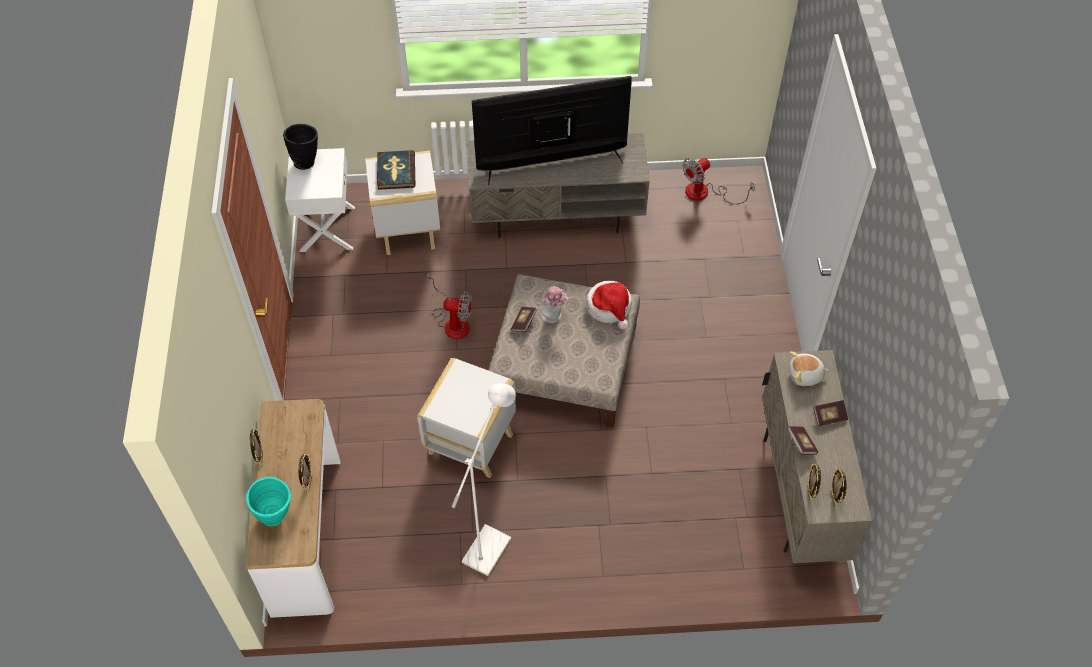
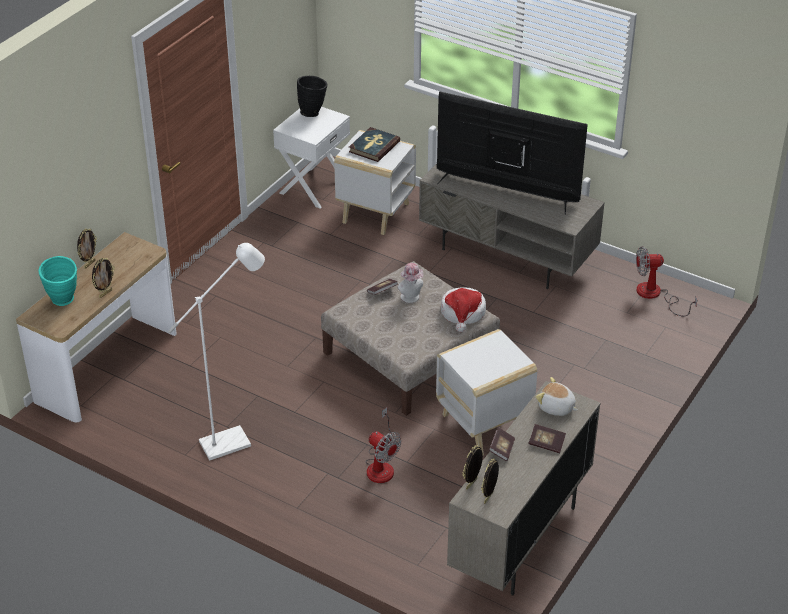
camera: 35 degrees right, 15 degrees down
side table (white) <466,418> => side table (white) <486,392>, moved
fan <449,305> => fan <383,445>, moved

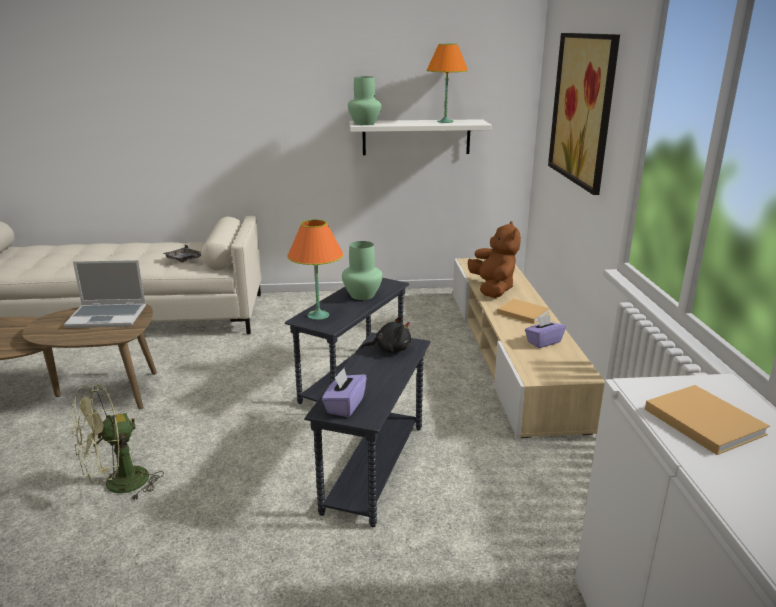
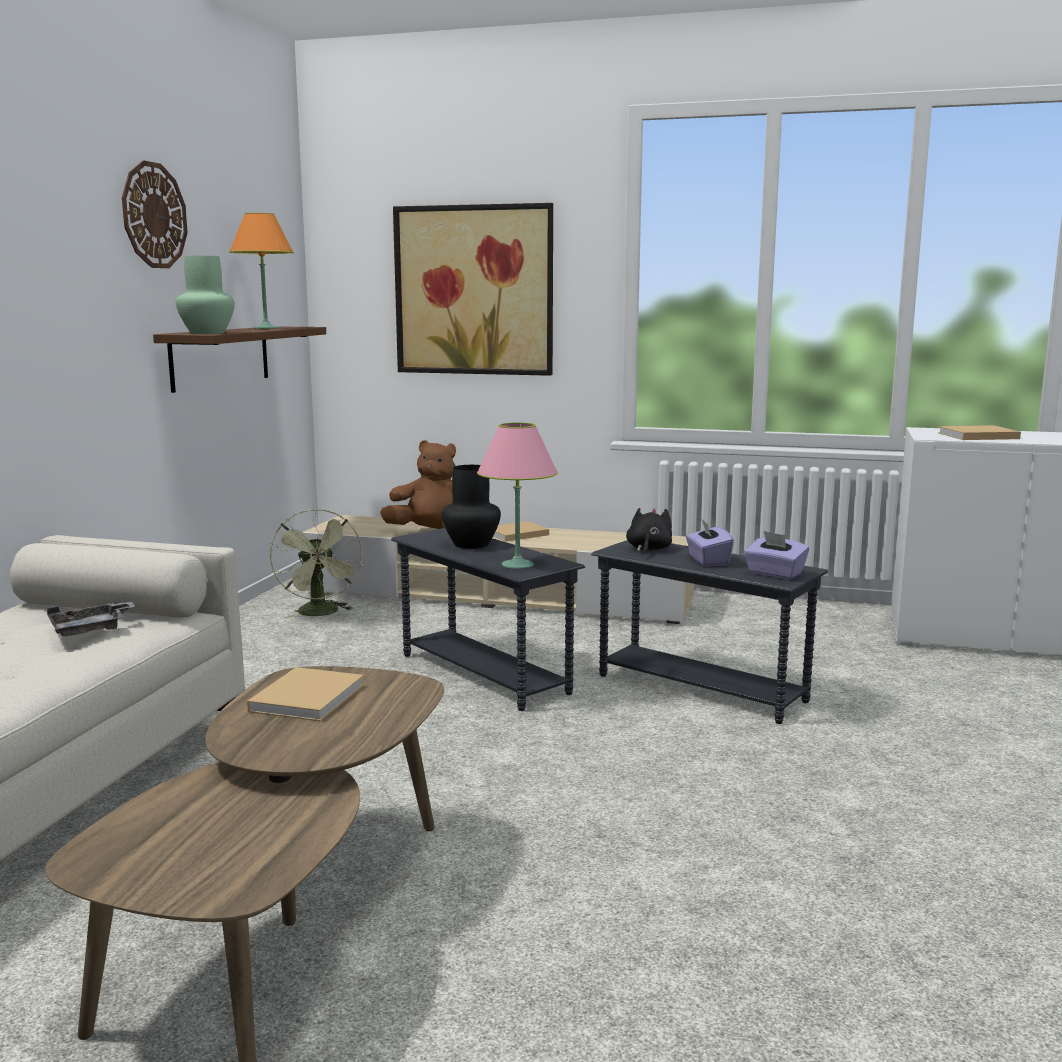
camera: 70 degrees left, 10 degrees down
nothing => wall clock <155,214>
fan (green) <118,442> => fan (green) <316,563>, moved
tissue box (purple) <545,331> => tissue box (purple) <710,542>, moved
laptop <105,294> => book (beige) <305,694>
table lamp (orange) <315,270> => table lamp (pink) <517,496>
vase (green) <362,270> => vase (black) <471,507>
shelf (white) <421,137> => shelf (brown) <239,360>

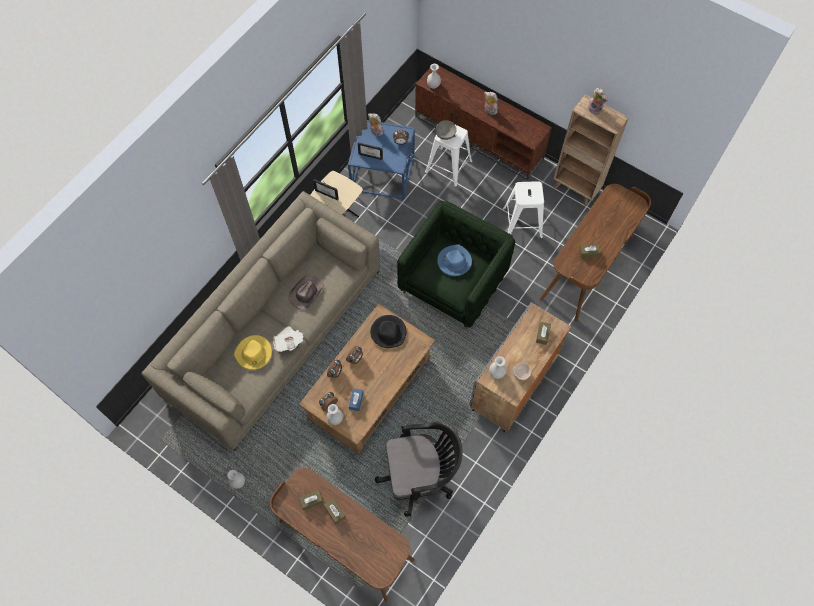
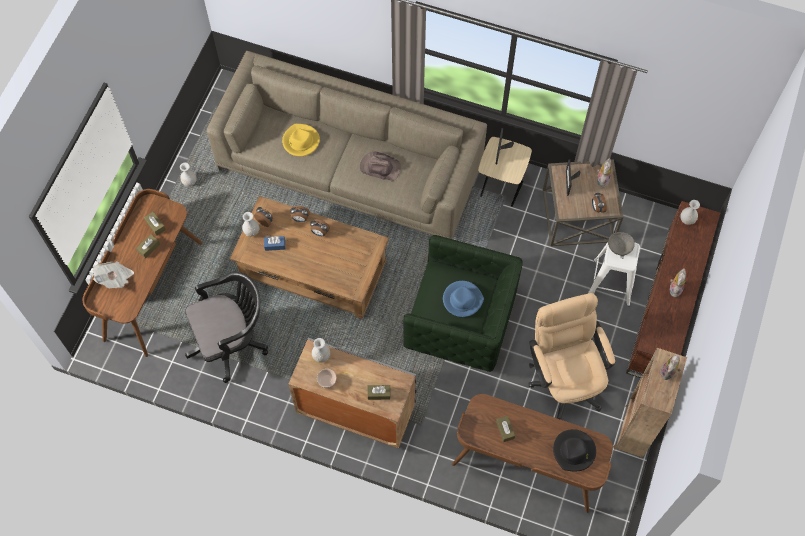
camera: 75 degrees right, 0 degrees up
newspaper <288,339> => newspaper <113,275>, moved
hat (black) <388,331> => hat (black) <574,450>, moved
stool (white) <523,210> => office chair (beige) <572,356>
side table (blue) <381,159> => side table (brown) <583,202>
office chair (black) <419,469> => office chair (black) <226,327>, 90 degrees counterclockwise

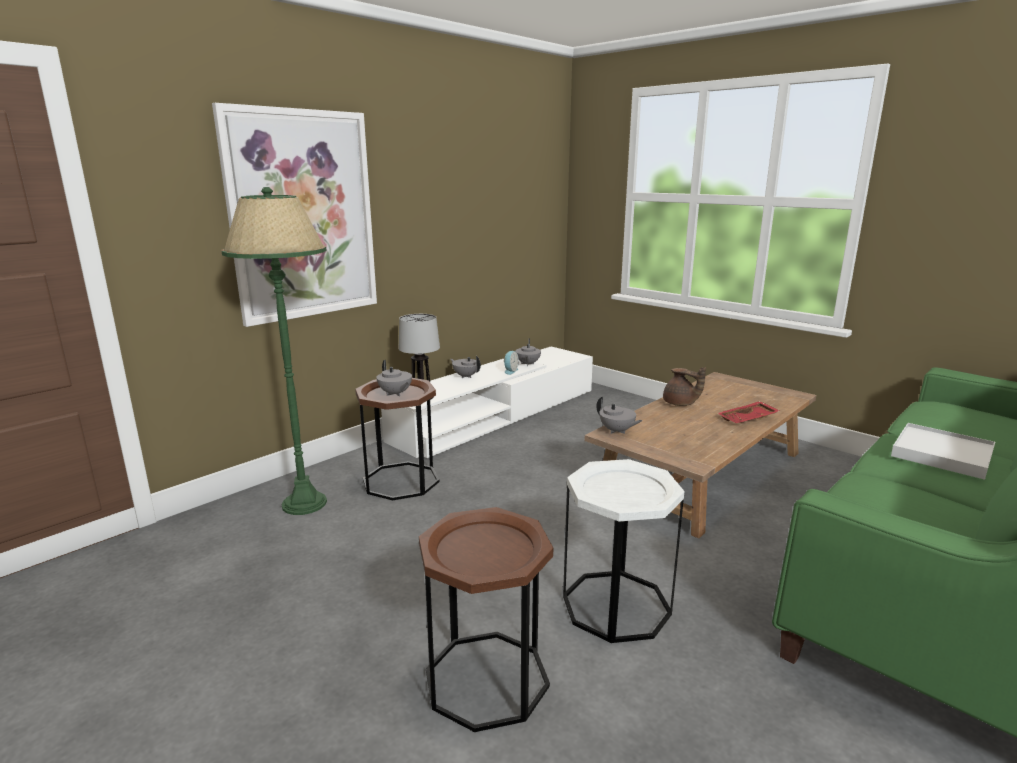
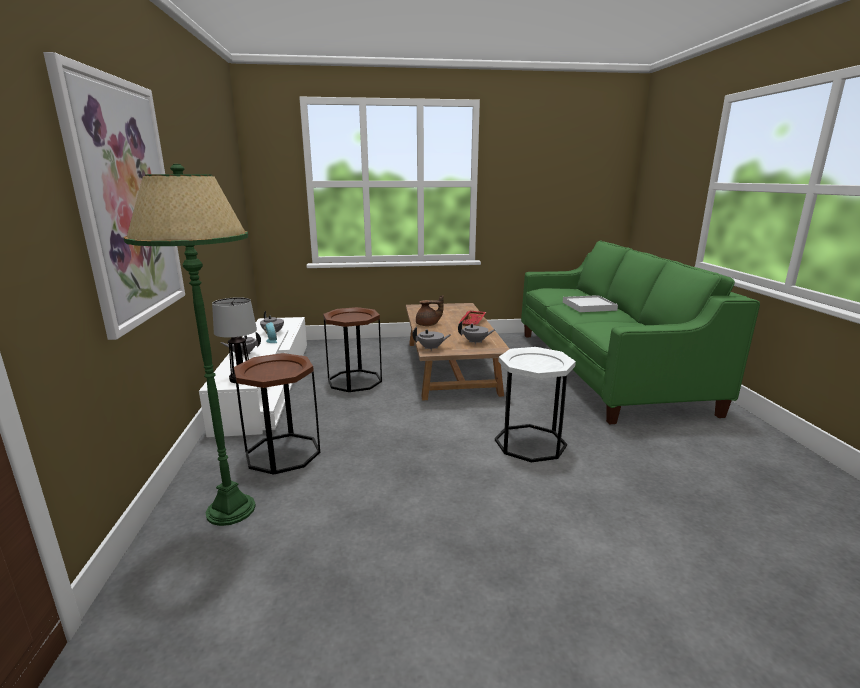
camera: 50 degrees left, 0 degrees up
teapot (grey) <394,378> => teapot (grey) <476,332>, moved
side table (brown) <486,619> => side table (brown) <352,349>, moved

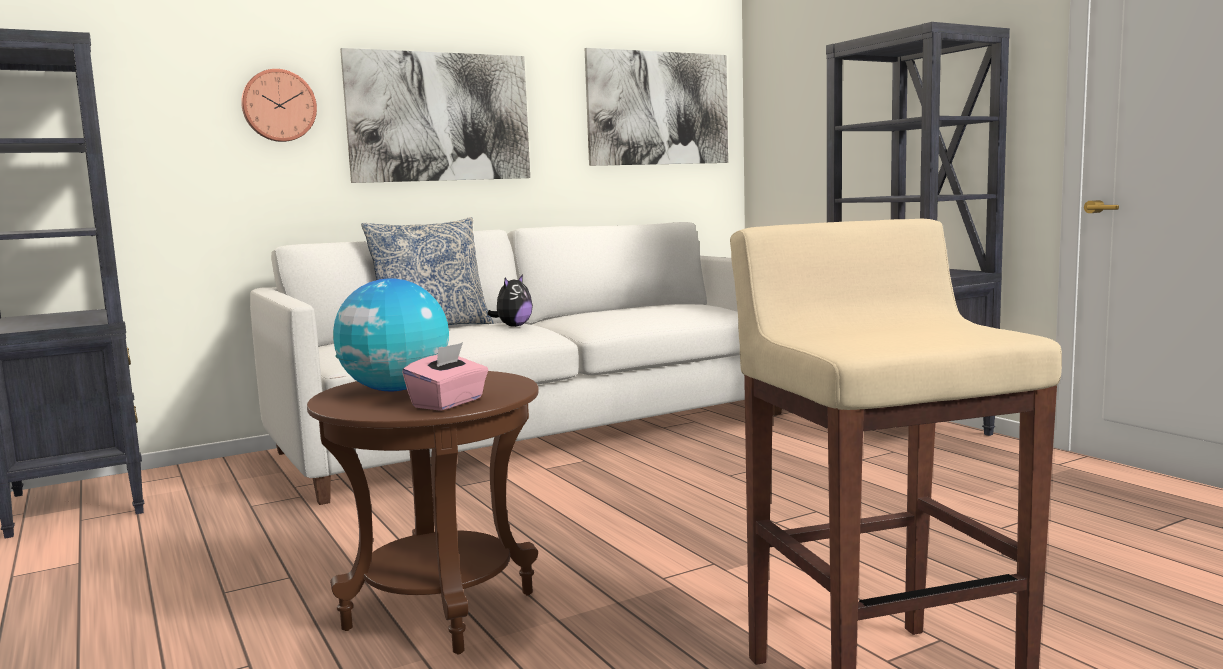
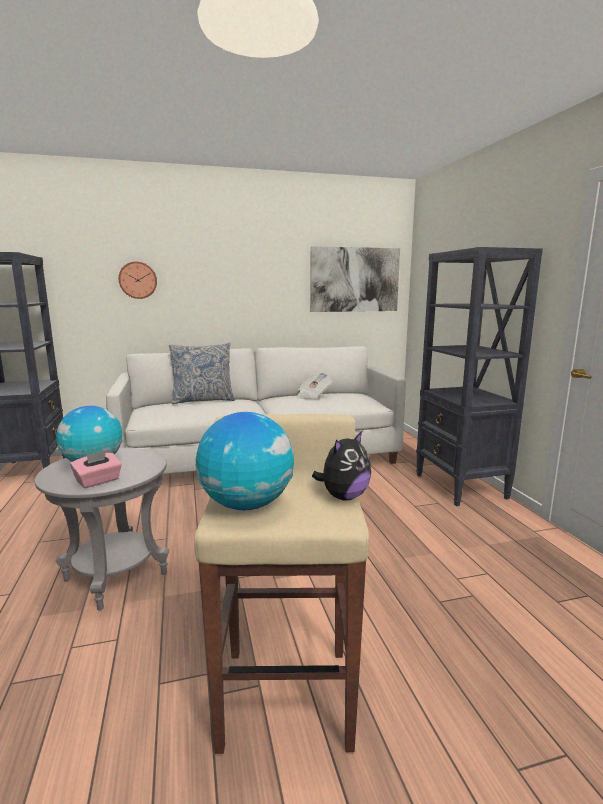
camera: 15 degrees right, 5 degrees up
picture <435,115> => nothing
nothing => globe <245,461>
nothing => newspaper <314,386>
plush toy <510,301> => plush toy <341,466>, moved
side table (brown) <423,512> => side table (grey) <102,529>

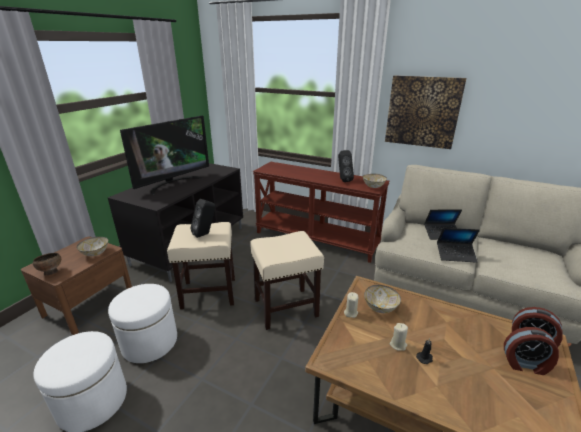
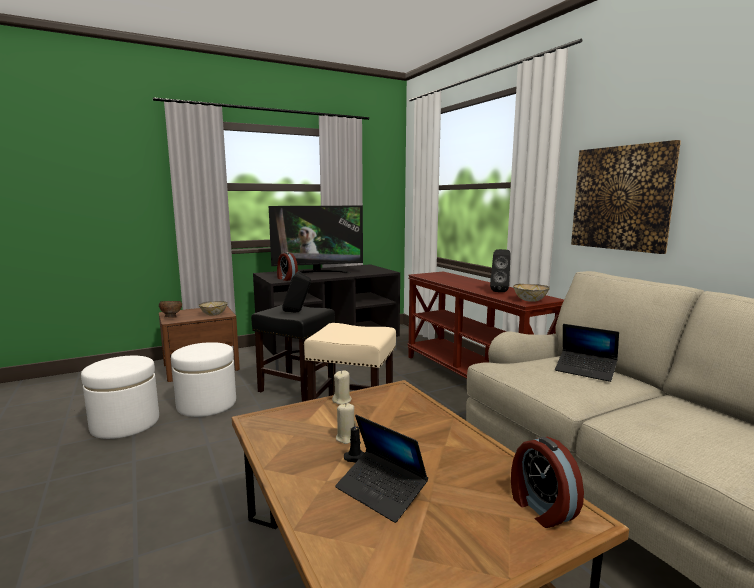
camera: 35 degrees right, 15 degrees down
bowl <382,299> => nothing
laptop <458,245> => laptop <381,469>, moved
alarm clock <531,351> => alarm clock <287,266>, moved
stool (beige) <201,265> => stool (black) <293,353>

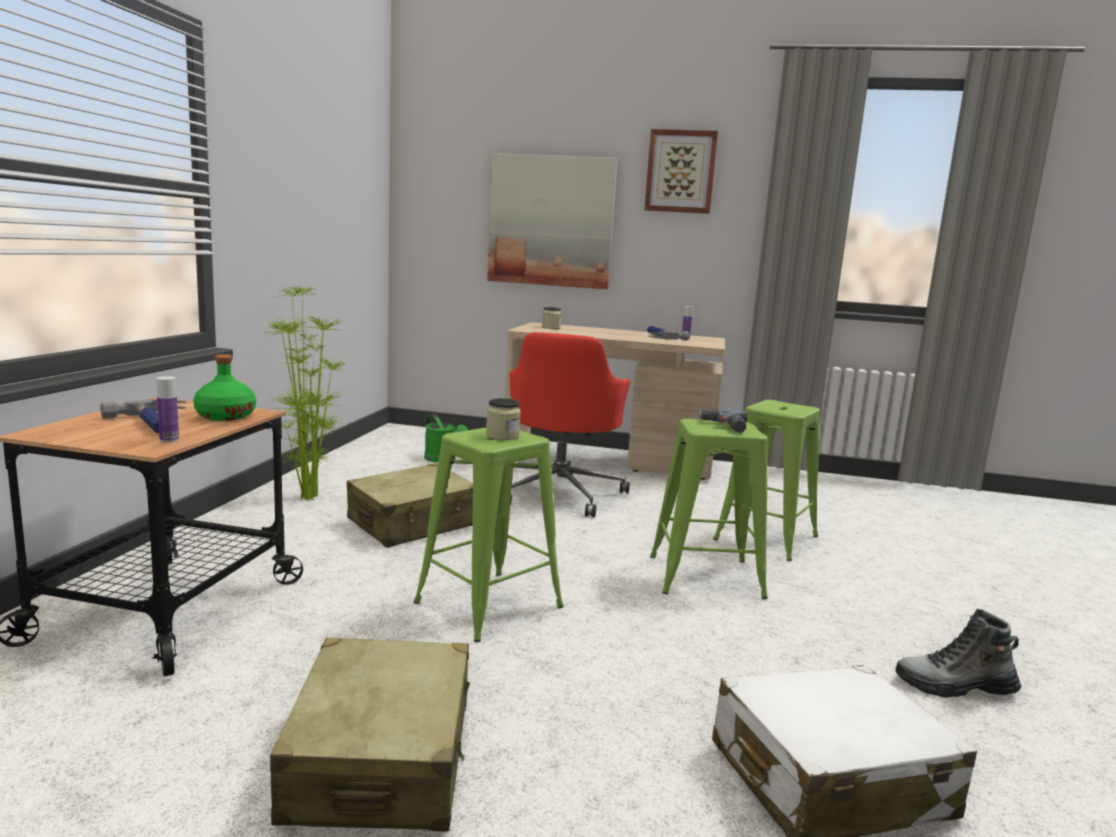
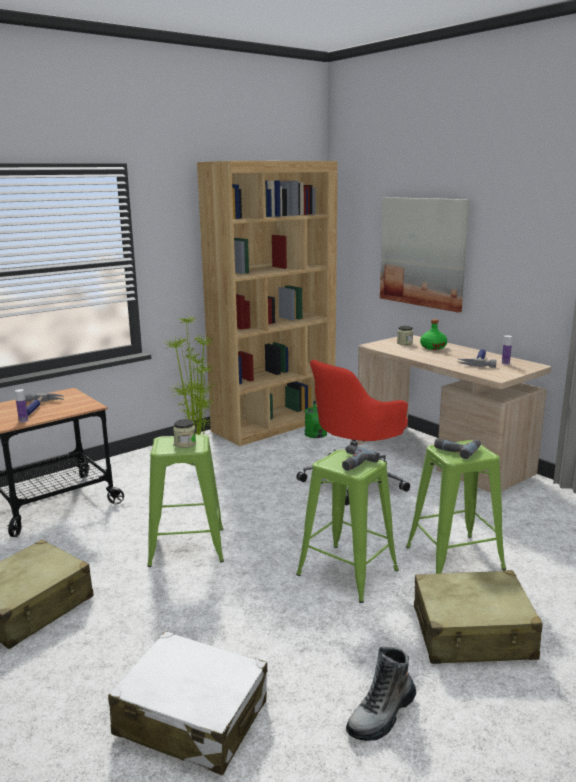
camera: 40 degrees right, 5 degrees up
picture <681,171> => nothing
nothing => bookcase (brown) <267,303>
nothing => power drill <457,448>
bottle (green) <224,387> => bottle (green) <433,334>, moved
suitcase (beige) <410,505> => suitcase (beige) <478,617>, moved
boot <959,653> => boot <381,694>, 90 degrees counterclockwise

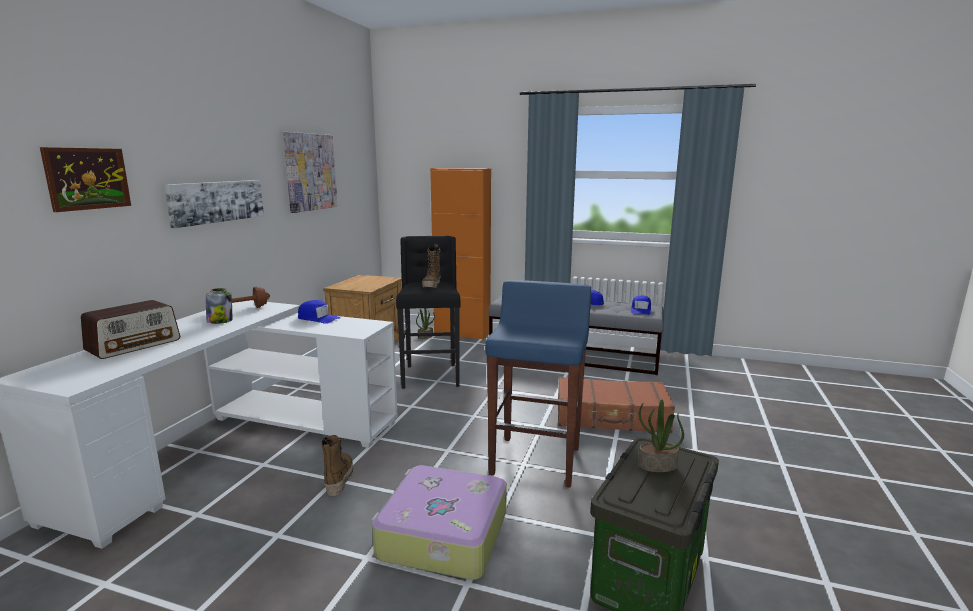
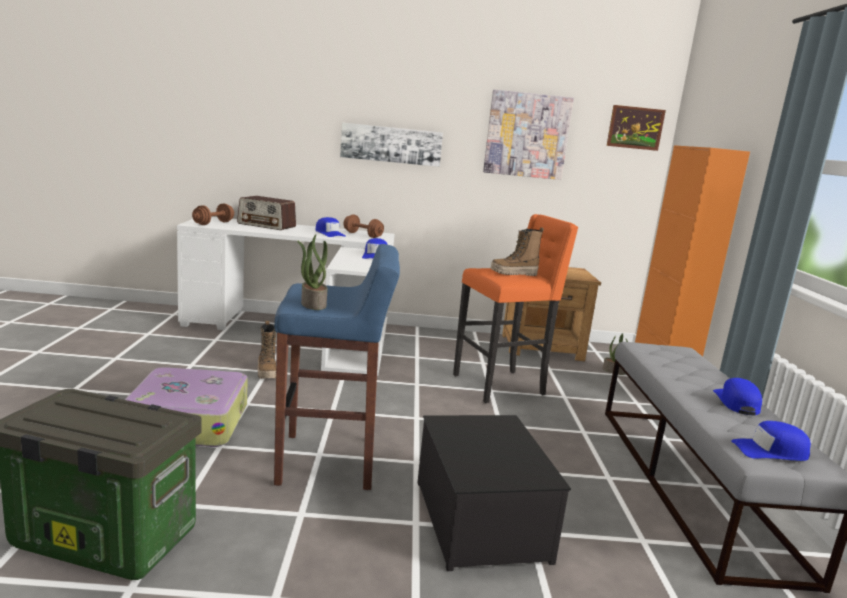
camera: 70 degrees right, 0 degrees up
nothing => dumbbell (brown) <213,214>
picture <85,179> => picture <636,128>, moved
potted plant <661,436> => potted plant <312,272>, moved
jar <219,306> => cap (blue) <330,227>
suitcase (brown) <616,405> => storage box <494,493>
stool (black) <428,312> => stool (orange) <515,308>
boot <337,465> => boot <266,350>, 90 degrees clockwise

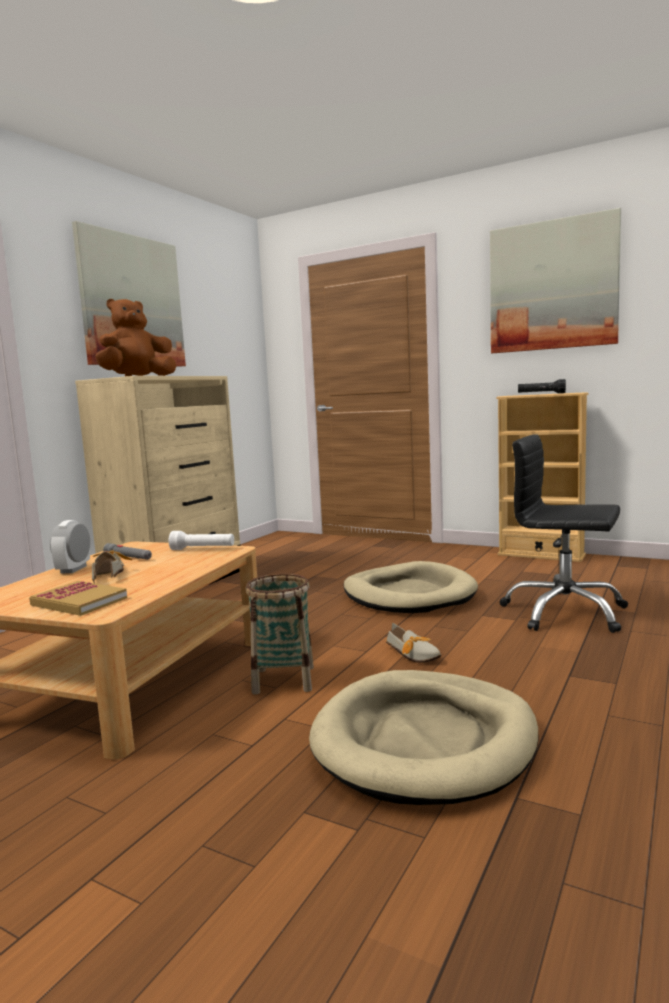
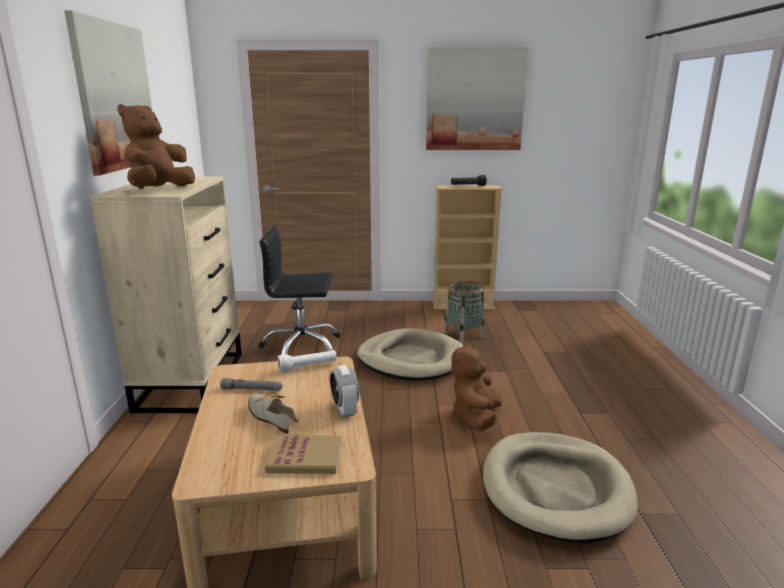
camera: 30 degrees left, 10 degrees up
alarm clock <70,546> => alarm clock <344,391>, moved
basket <280,634> => basket <464,312>, moved
office chair (black) <564,533> => office chair (black) <299,290>, moved
shoe <413,643> => plush toy (brown) <477,386>

